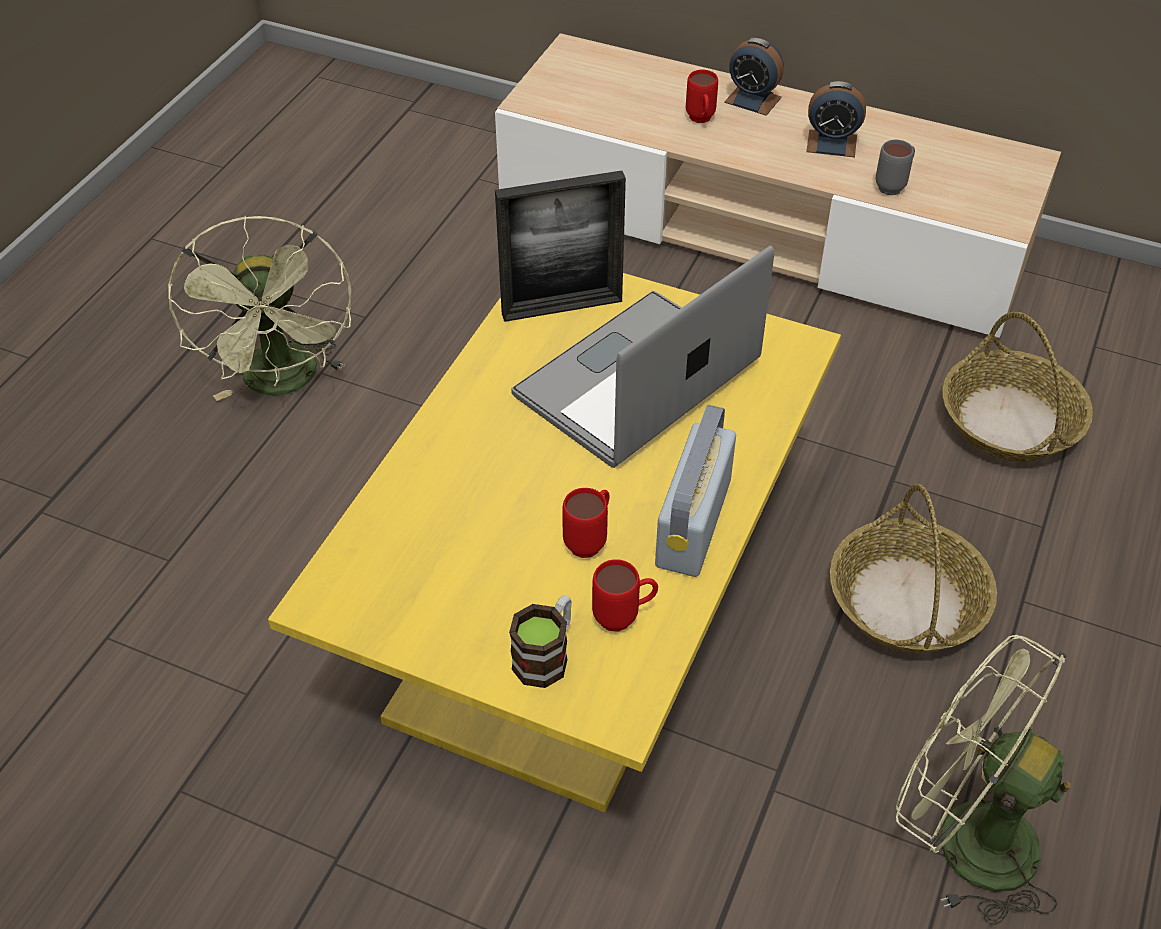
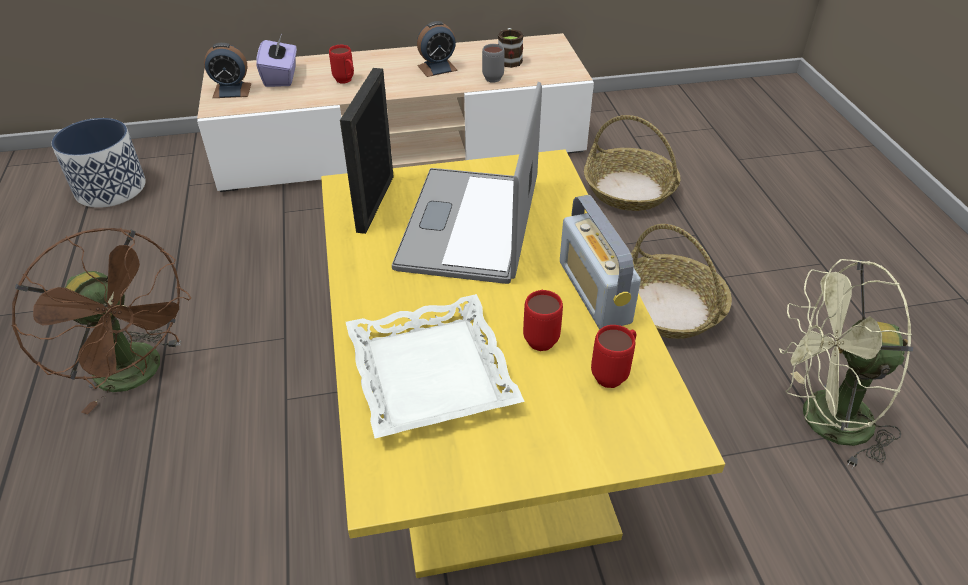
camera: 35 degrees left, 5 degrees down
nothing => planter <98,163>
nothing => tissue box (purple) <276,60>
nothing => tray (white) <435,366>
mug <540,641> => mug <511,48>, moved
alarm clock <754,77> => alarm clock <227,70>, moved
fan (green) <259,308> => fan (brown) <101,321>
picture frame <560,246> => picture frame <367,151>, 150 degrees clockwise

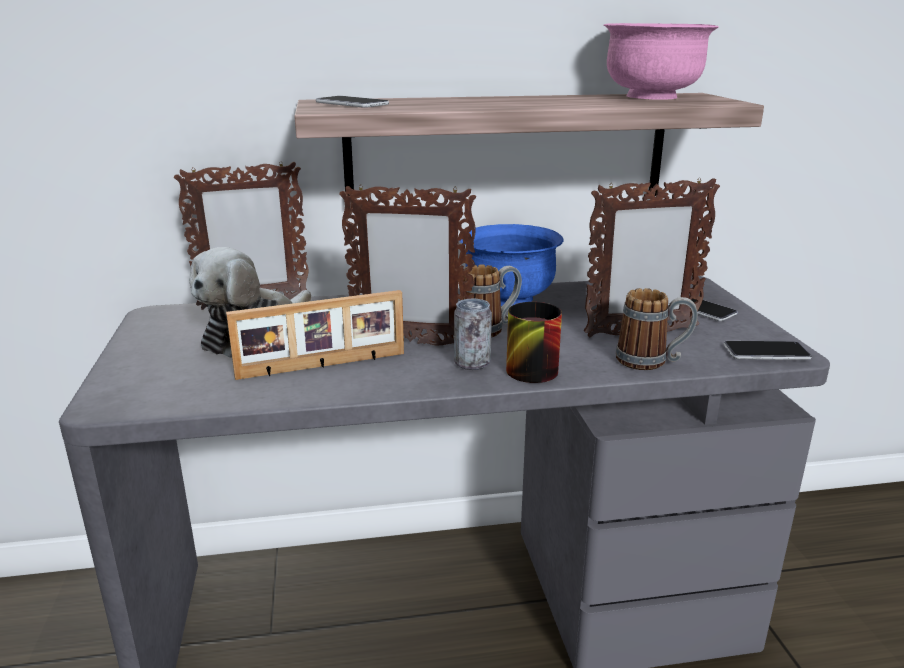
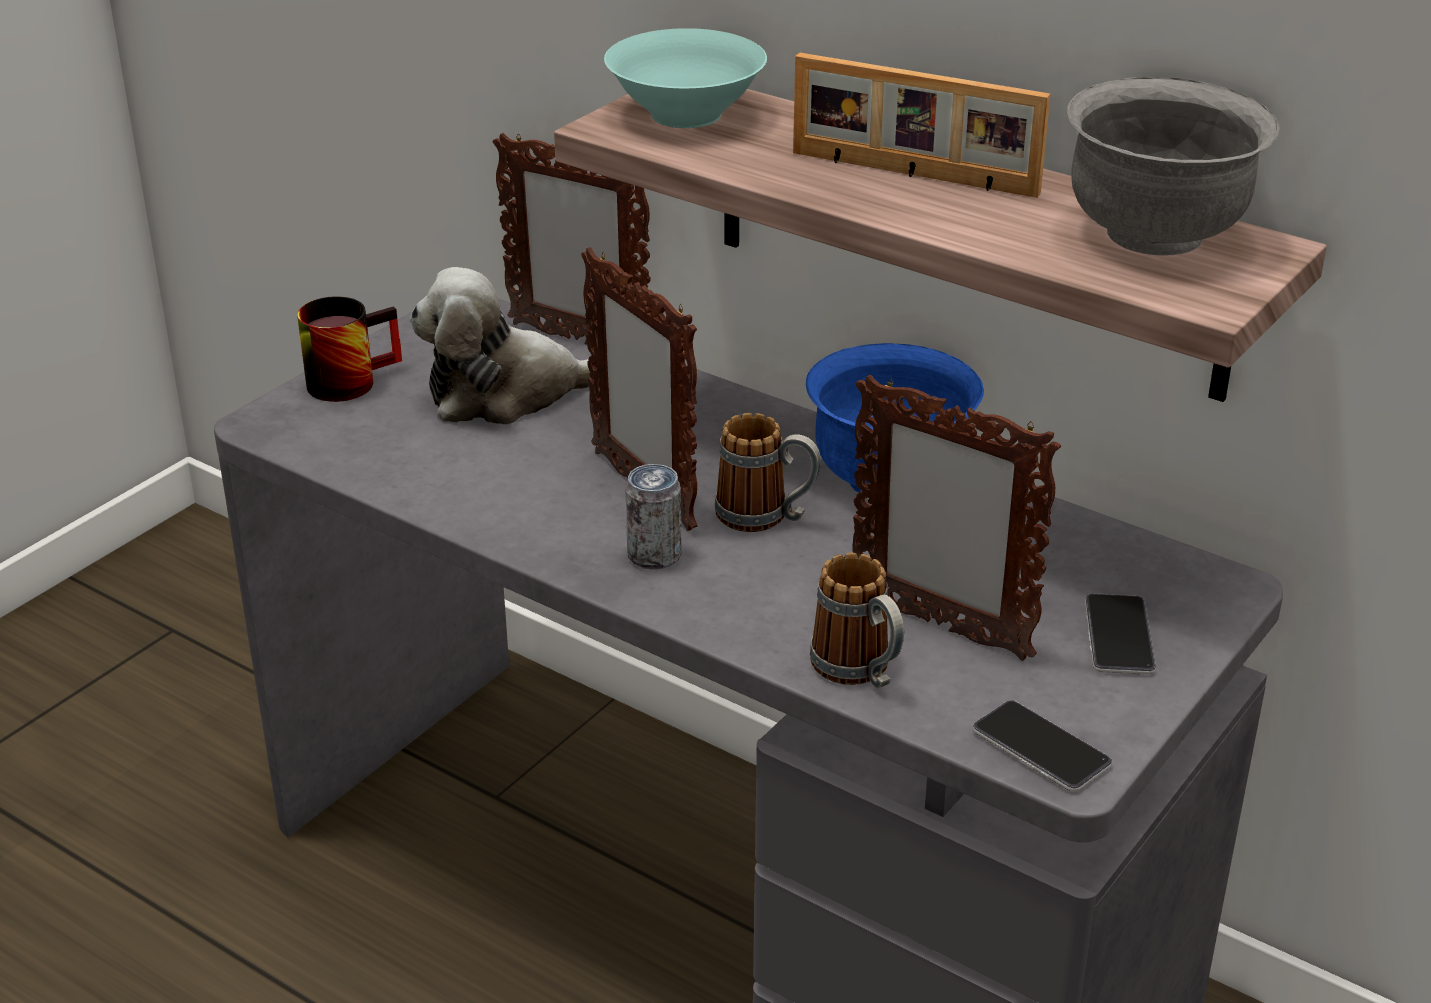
camera: 45 degrees right, 10 degrees up
picture frame <315,335> => picture frame <921,125>, moved
mug <534,342> => mug <349,349>, moved
phone <352,102> => bowl (turquoise) <685,78>
bowl (pink) <661,61> => bowl (grey) <1173,166>

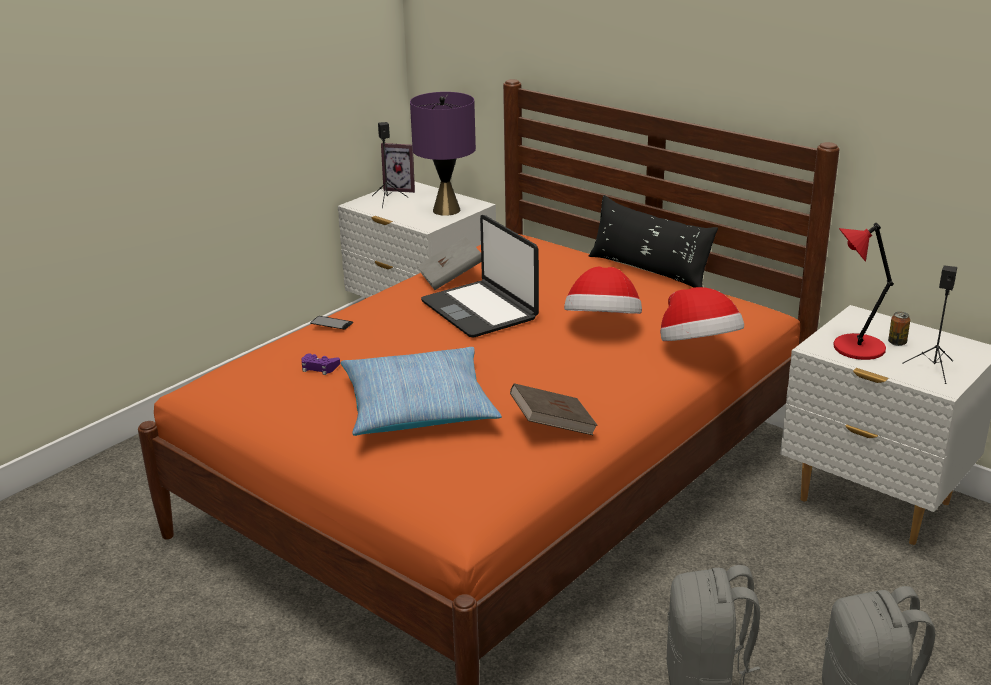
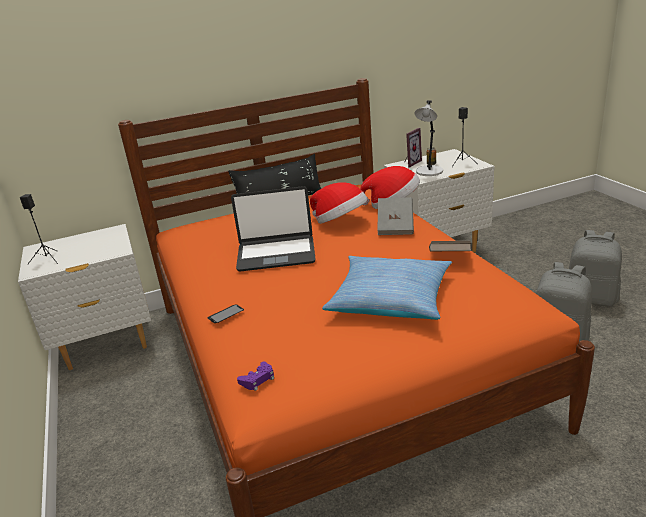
camera: 60 degrees left, 0 degrees up
table lamp (purple) <443,154> => nothing
game controller (purple) <321,364> => game controller (purple) <255,376>, moved
picture frame <398,168> => picture frame <413,148>, moved
book (grey) <449,263> => book (grey) <395,216>, moved
table lamp (red) <864,291> => table lamp (grey) <428,138>

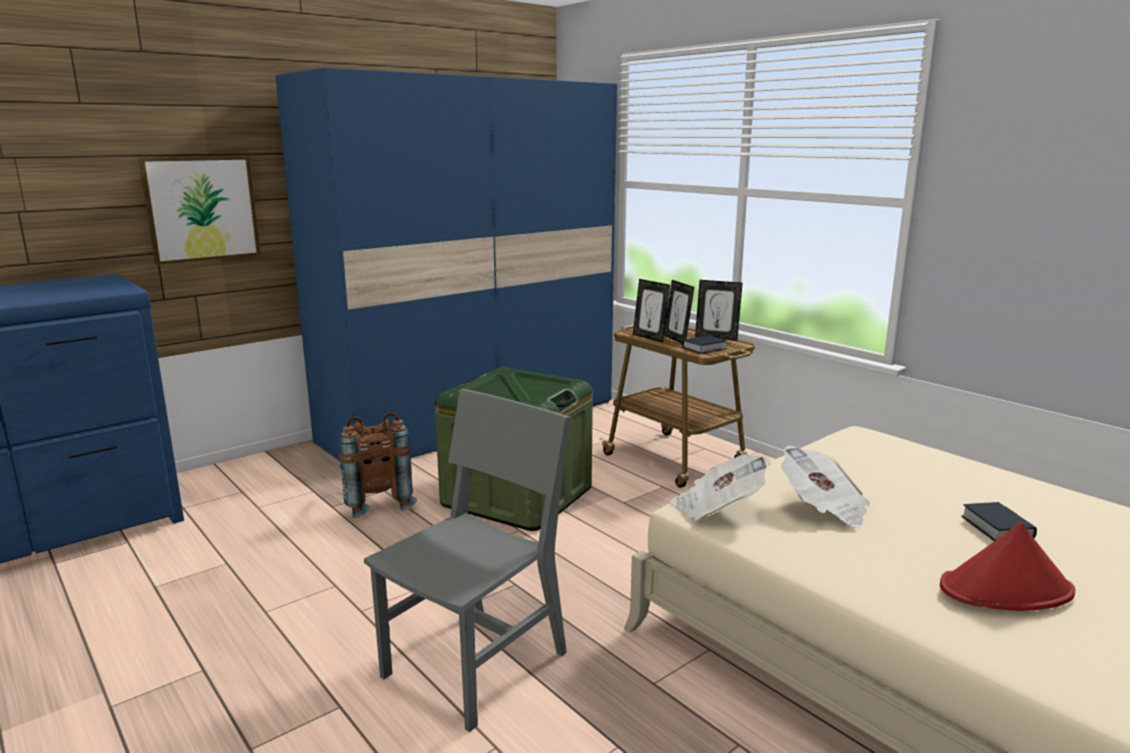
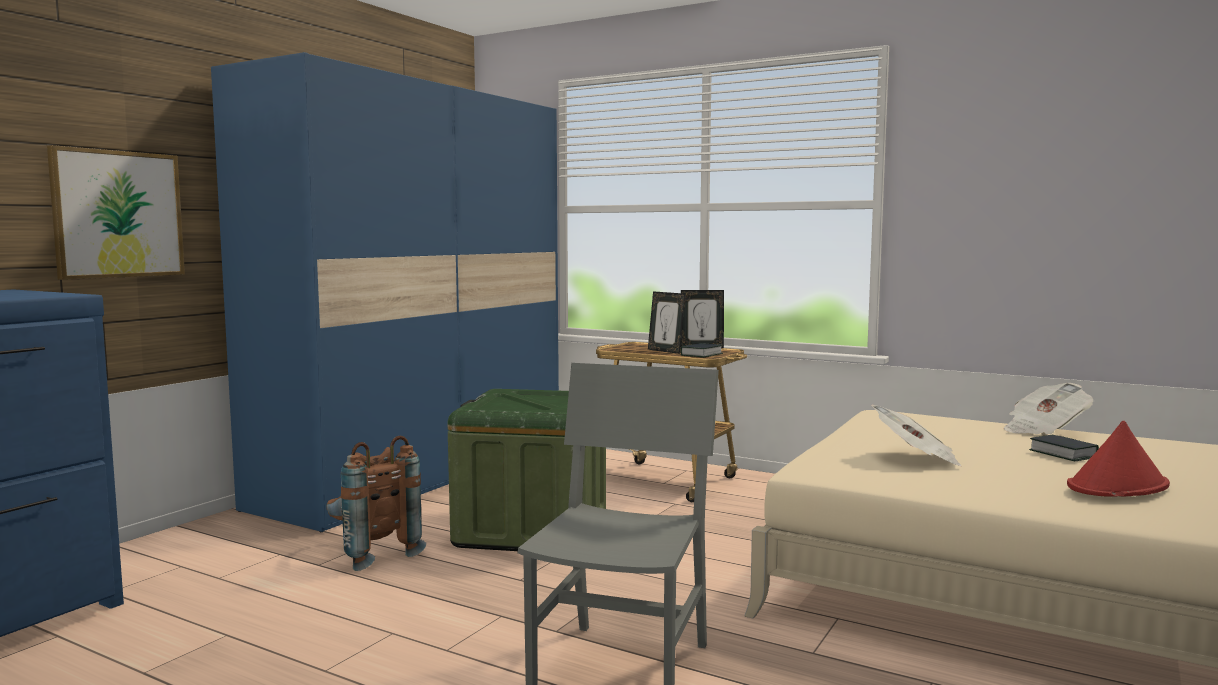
camera: 20 degrees left, 10 degrees down
picture frame <651,311> => nothing
newspaper <720,487> => newspaper <1048,408>, moved

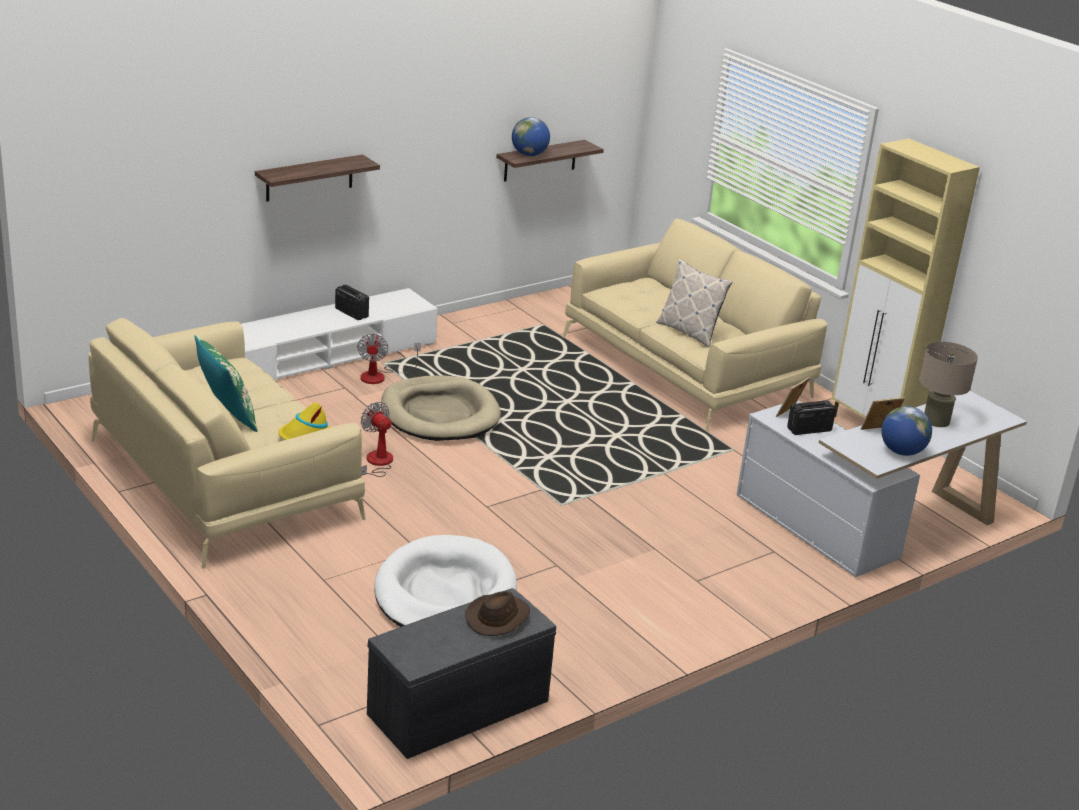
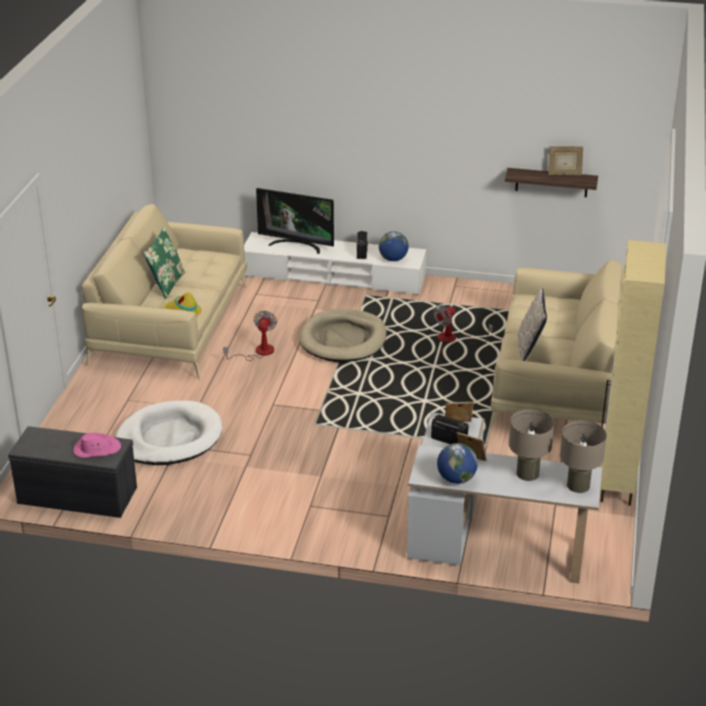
camera: 50 degrees right, 5 degrees up
shelf <317,178> => nothing
nothing => television <295,221>
nothing => picture frame <565,160>
nothing => table lamp (beige) <583,456>
fan <389,358> => fan <463,324>, moved
globe <531,136> => globe <394,246>, moved
hat (brown) <497,613> => hat (pink) <97,445>

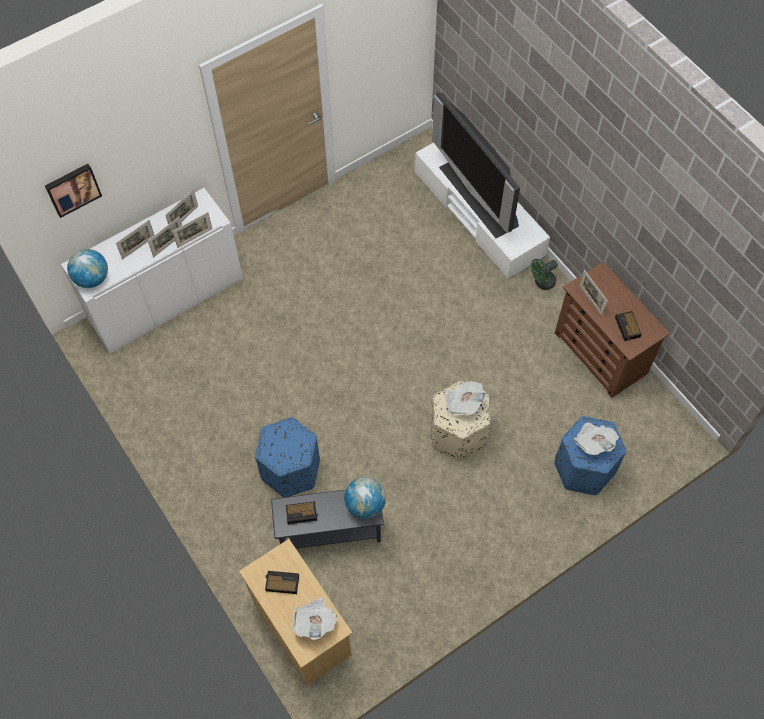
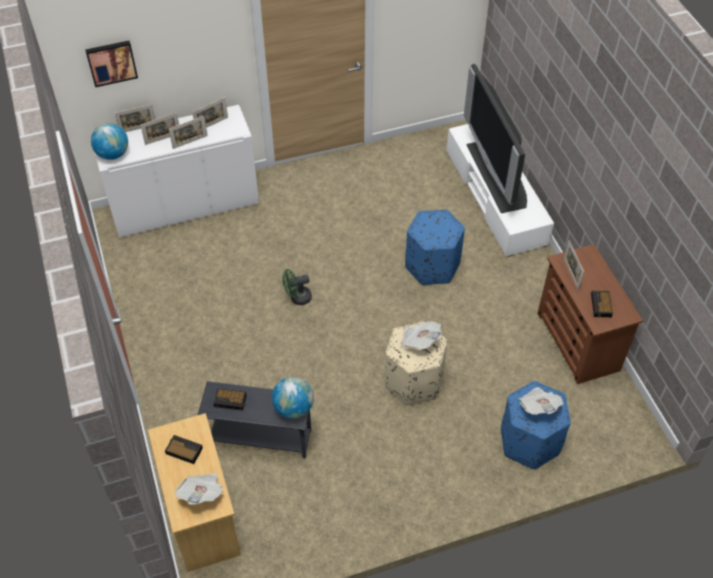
camera: 15 degrees right, 10 degrees down
picture frame <192,230> => picture frame <135,118>, moved
ottoman (blue) <287,457> => ottoman (blue) <435,247>, moved
fan (green) <544,274> => fan (green) <297,287>, moved

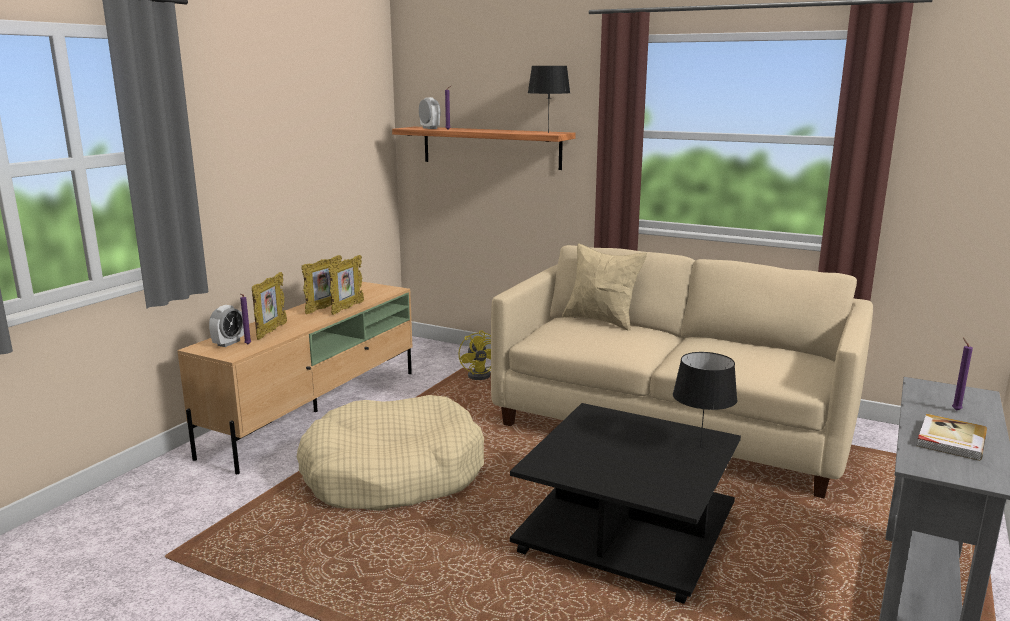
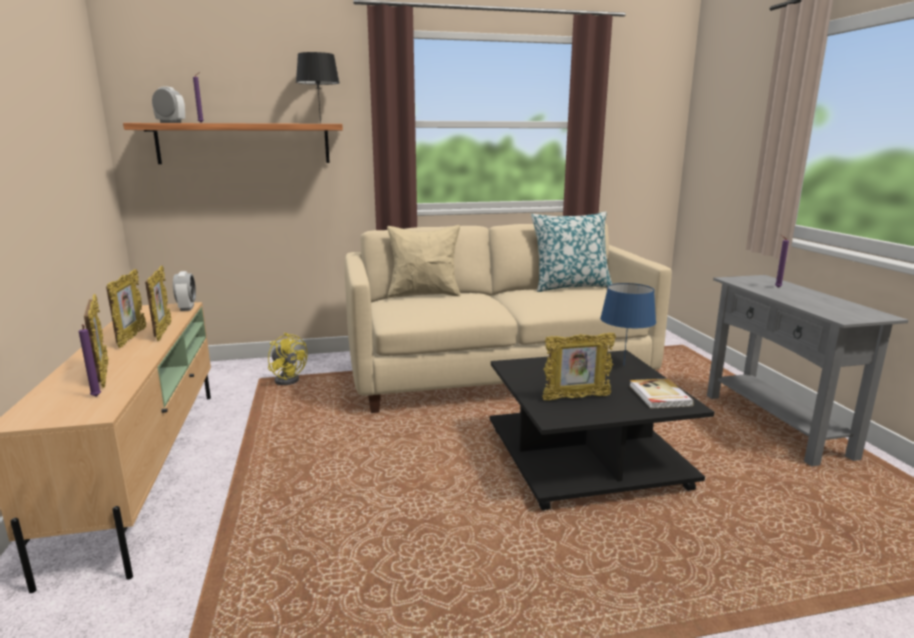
camera: 40 degrees left, 0 degrees up
dog bed (beige) <390,453> => nothing
nothing => pillow <571,252>
nothing => picture frame <579,367>
alarm clock <226,326> => alarm clock <184,291>, moved
book <951,437> => book <662,393>, moved
table lamp (black) <705,400> => table lamp (blue) <628,324>

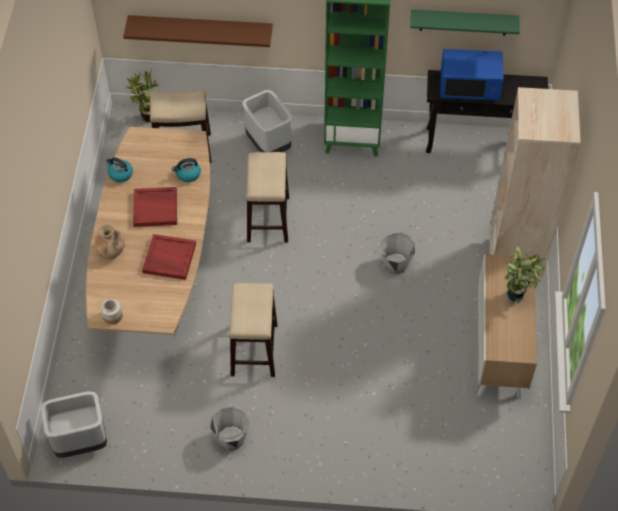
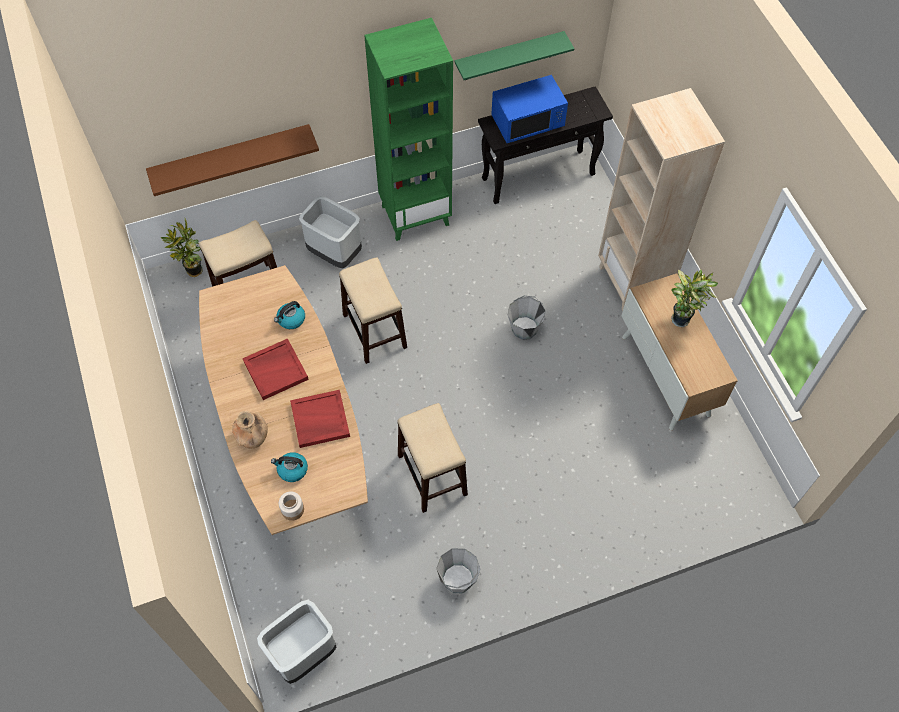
camera: 25 degrees left, 5 degrees up
kettle <119,169> => kettle <289,467>, moved

